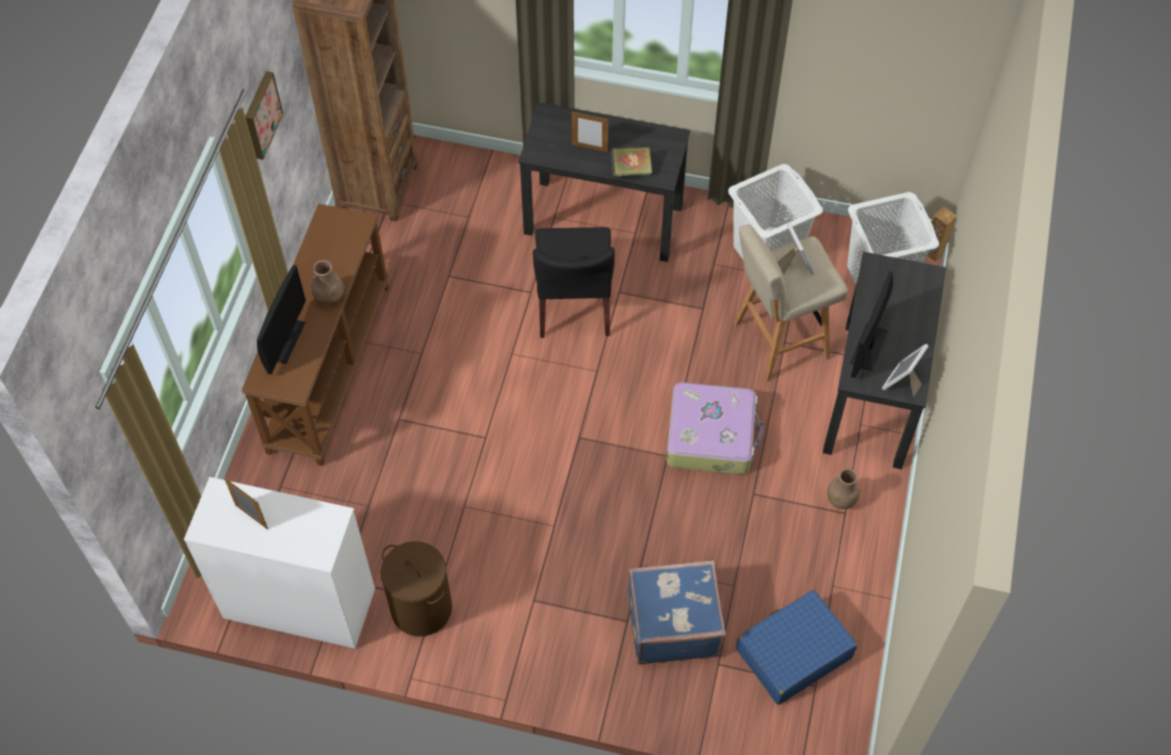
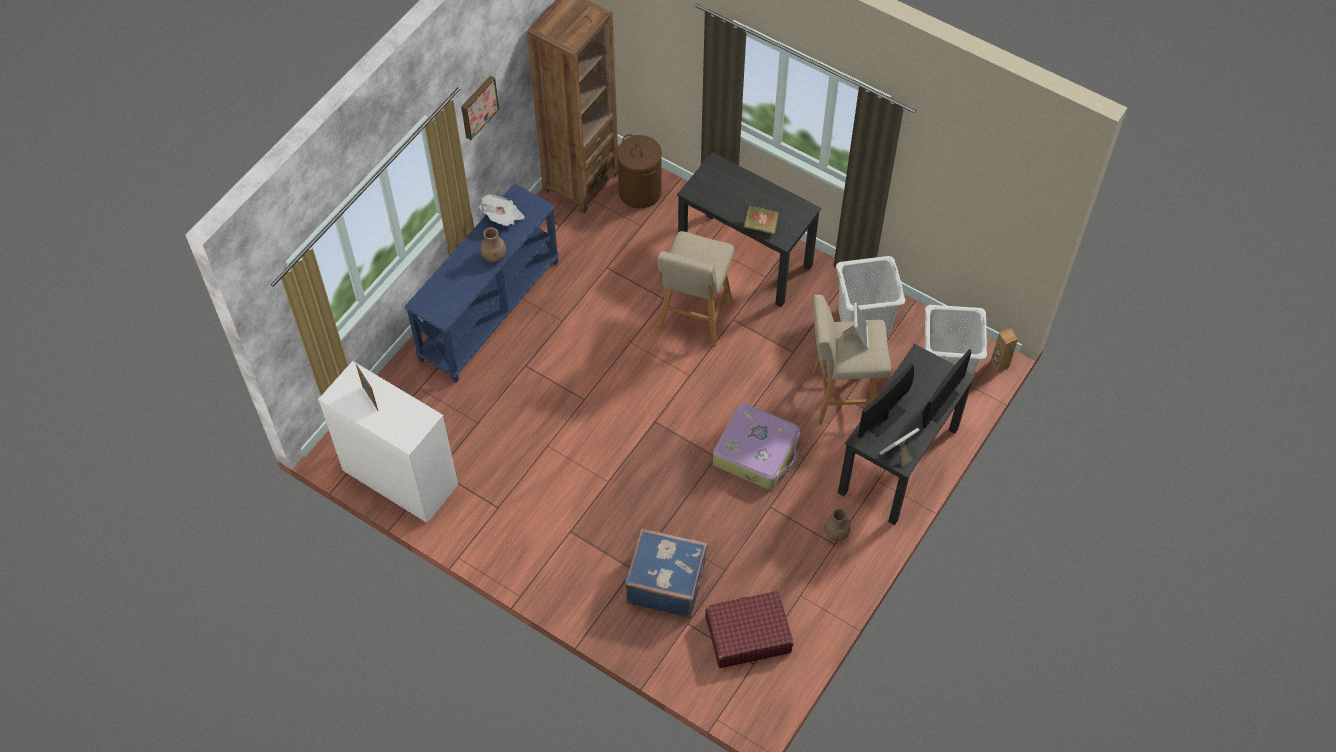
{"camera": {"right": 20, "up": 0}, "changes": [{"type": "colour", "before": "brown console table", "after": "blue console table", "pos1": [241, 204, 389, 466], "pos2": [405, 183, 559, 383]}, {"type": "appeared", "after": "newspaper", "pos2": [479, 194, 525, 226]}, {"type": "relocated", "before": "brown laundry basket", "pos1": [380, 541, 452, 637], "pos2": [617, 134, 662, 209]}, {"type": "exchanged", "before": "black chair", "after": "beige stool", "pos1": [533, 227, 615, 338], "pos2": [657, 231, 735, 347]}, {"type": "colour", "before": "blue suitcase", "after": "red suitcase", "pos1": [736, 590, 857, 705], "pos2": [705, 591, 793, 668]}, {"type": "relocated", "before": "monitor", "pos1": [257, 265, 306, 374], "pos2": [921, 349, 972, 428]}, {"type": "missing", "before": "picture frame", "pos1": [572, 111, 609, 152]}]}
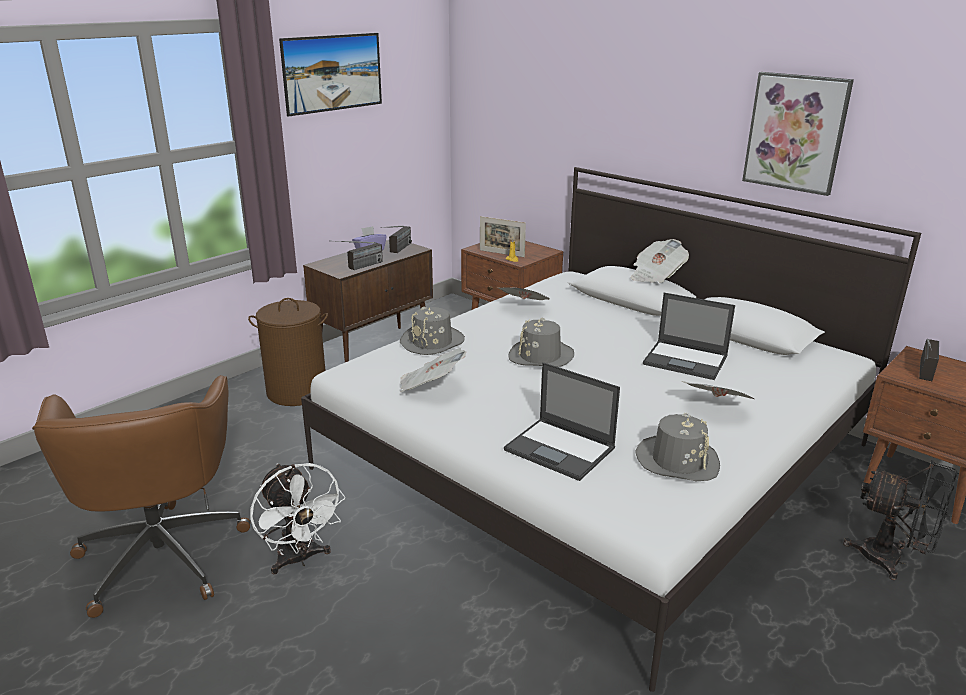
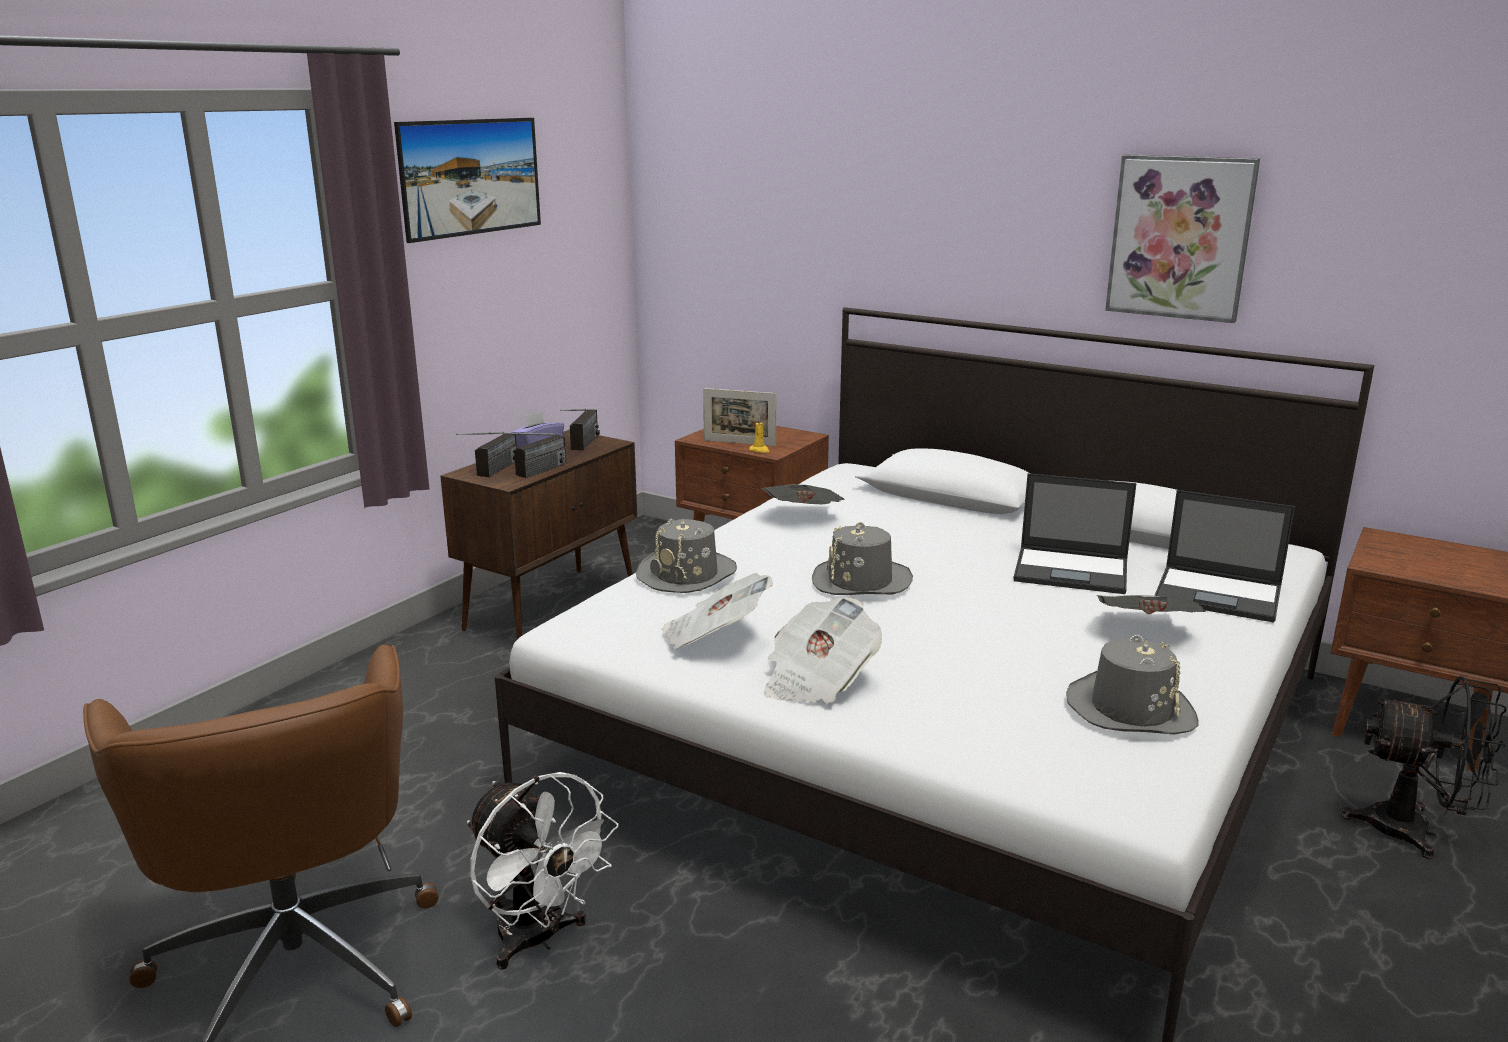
{"camera": {"right": -10, "up": -5}, "changes": [{"type": "relocated", "before": "radio", "pos1": [919, 339, 939, 381], "pos2": [456, 432, 517, 477]}, {"type": "relocated", "before": "newspaper", "pos1": [631, 239, 689, 283], "pos2": [764, 597, 882, 703]}, {"type": "relocated", "before": "laptop", "pos1": [504, 362, 620, 481], "pos2": [1154, 490, 1295, 623]}, {"type": "missing", "before": "brown laundry basket", "pos1": [248, 298, 328, 406]}]}
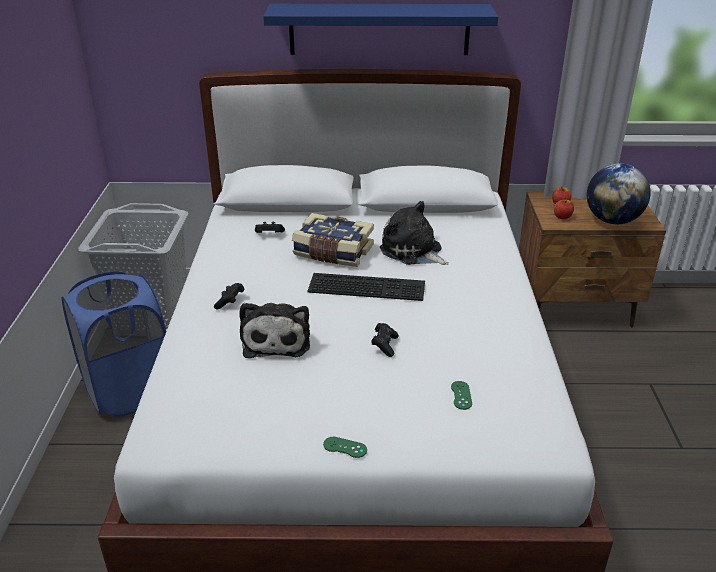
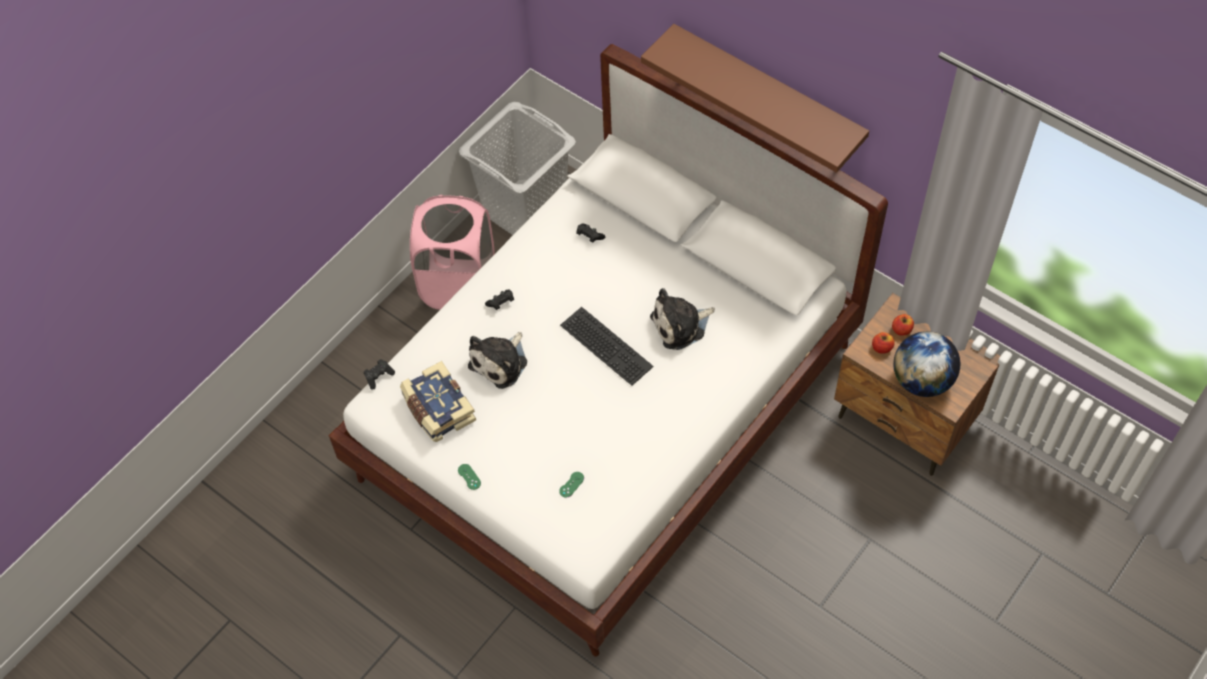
{"camera": {"right": 40, "up": 25}, "changes": [{"type": "relocated", "before": "black game controller", "pos1": [371, 323, 399, 357], "pos2": [364, 359, 395, 390]}, {"type": "relocated", "before": "book", "pos1": [292, 213, 374, 267], "pos2": [400, 361, 476, 442]}, {"type": "colour", "before": "blue laundry basket", "after": "pink laundry basket", "pos1": [62, 271, 166, 417], "pos2": [410, 195, 495, 310]}, {"type": "colour", "before": "blue shelf", "after": "brown shelf", "pos1": [263, 4, 498, 55], "pos2": [641, 24, 869, 173]}, {"type": "spun", "before": "plush toy", "pos1": [380, 201, 449, 265], "pos2": [650, 288, 715, 350], "turn": -105}]}
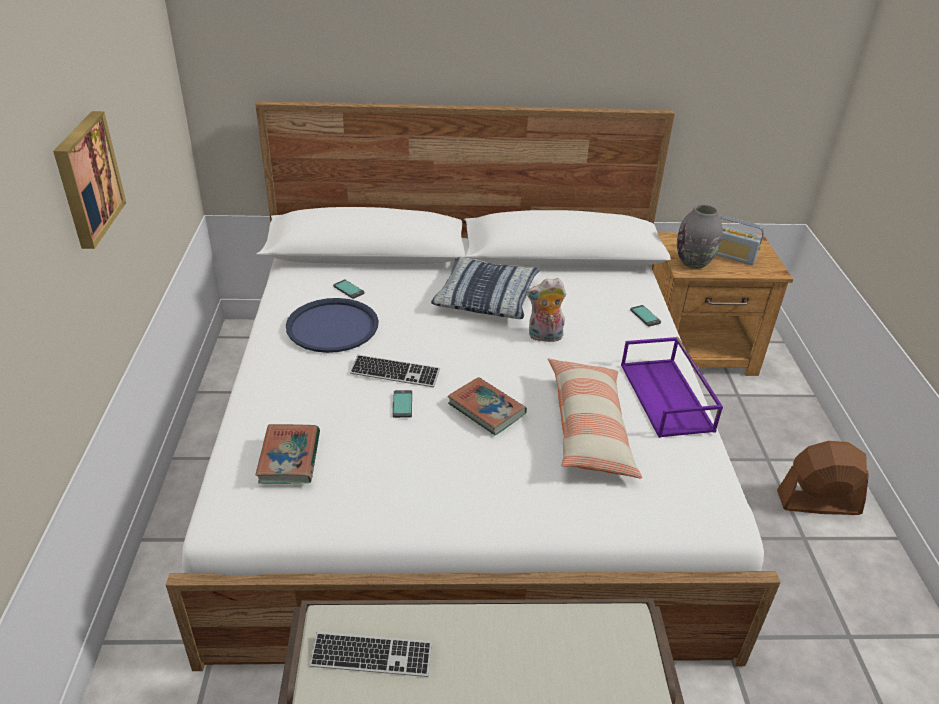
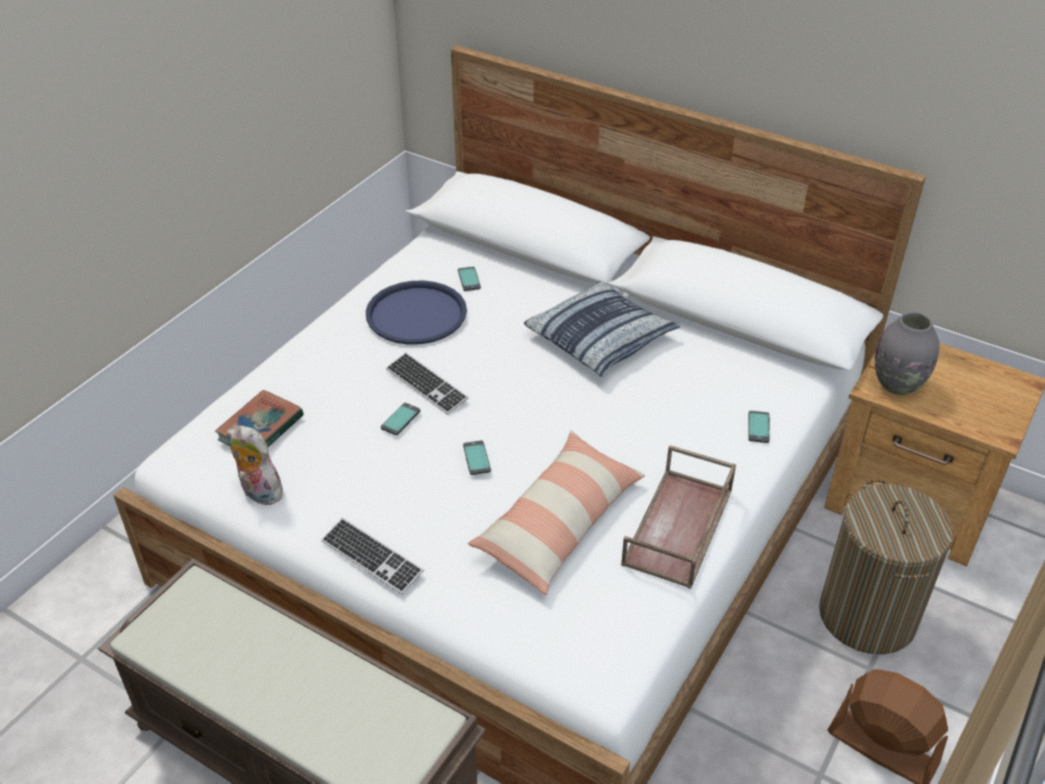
{"camera": {"right": 35, "up": 5}, "changes": [{"type": "relocated", "before": "plush toy", "pos1": [526, 278, 566, 342], "pos2": [227, 426, 285, 505]}, {"type": "relocated", "before": "keyboard", "pos1": [310, 632, 432, 677], "pos2": [321, 518, 424, 595]}, {"type": "exchanged", "before": "book", "after": "phone", "pos1": [448, 377, 527, 435], "pos2": [463, 440, 491, 475]}, {"type": "colour", "before": "purple tray", "after": "brown tray", "pos1": [621, 337, 723, 438], "pos2": [621, 445, 736, 589]}, {"type": "appeared", "after": "laundry basket", "pos2": [819, 479, 953, 655]}, {"type": "missing", "before": "picture", "pos1": [53, 111, 126, 249]}, {"type": "missing", "before": "radio", "pos1": [716, 215, 764, 265]}]}
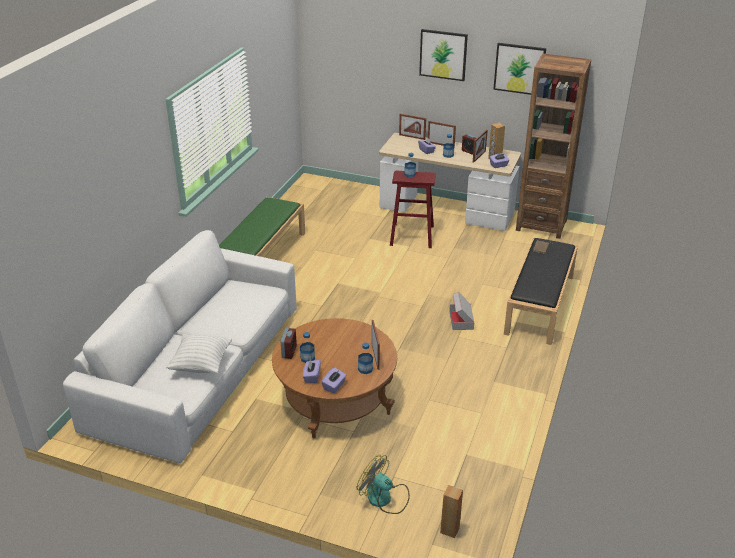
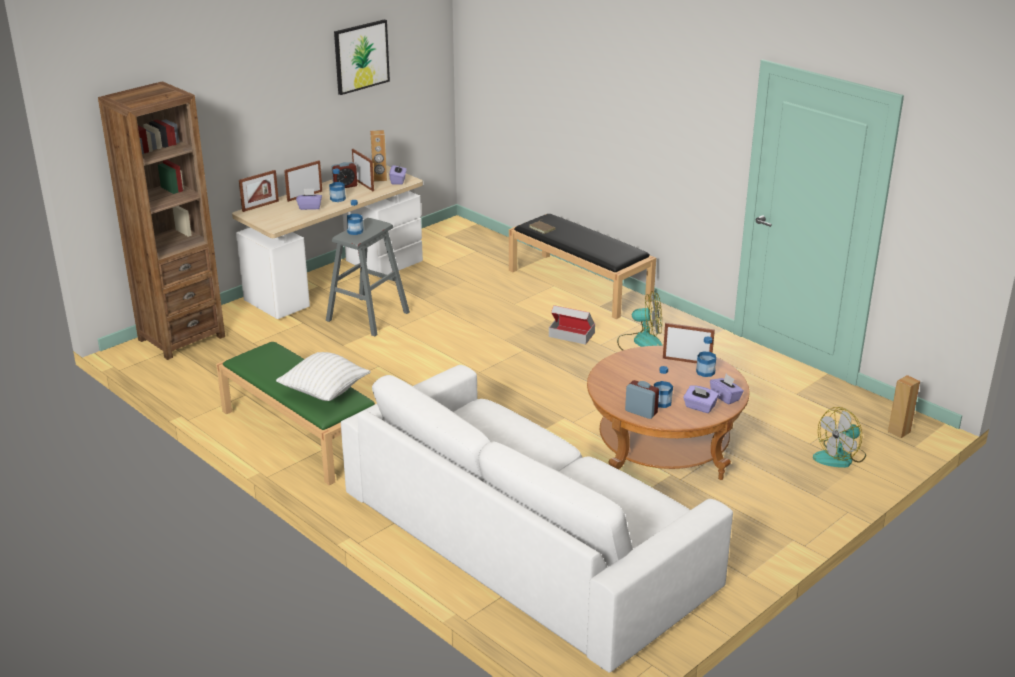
{"camera": {"right": -65, "up": -5}, "changes": [{"type": "relocated", "before": "brown bookcase", "pos1": [516, 54, 591, 239], "pos2": [98, 81, 225, 360]}, {"type": "relocated", "before": "white pillow", "pos1": [167, 334, 232, 374], "pos2": [276, 352, 371, 401]}, {"type": "colour", "before": "red stool", "after": "grey stool", "pos1": [390, 171, 436, 248], "pos2": [326, 218, 410, 336]}, {"type": "appeared", "after": "fan", "pos2": [617, 291, 663, 351]}, {"type": "missing", "before": "picture", "pos1": [419, 29, 468, 81]}]}
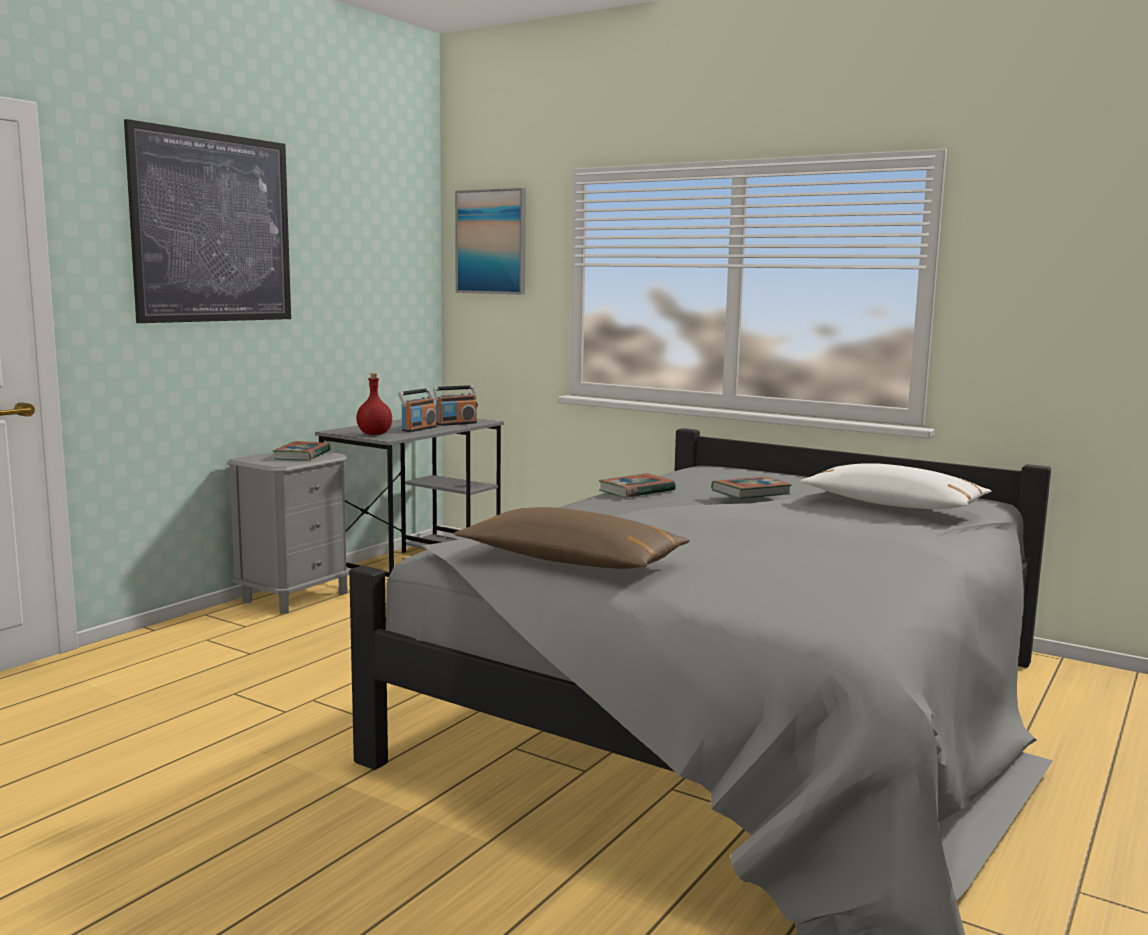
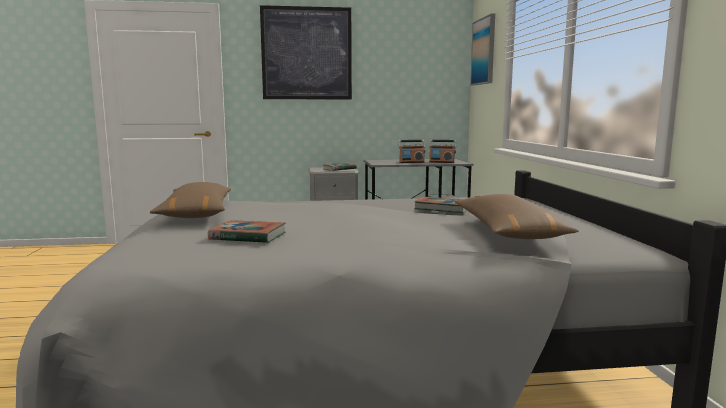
{"camera": {"right": 50, "up": 0}, "changes": [{"type": "relocated", "before": "book", "pos1": [599, 473, 676, 498], "pos2": [208, 220, 286, 243]}, {"type": "colour", "before": "white pillow", "after": "brown pillow", "pos1": [801, 463, 991, 509], "pos2": [455, 194, 579, 239]}, {"type": "missing", "before": "red bottle", "pos1": [356, 373, 392, 435]}]}
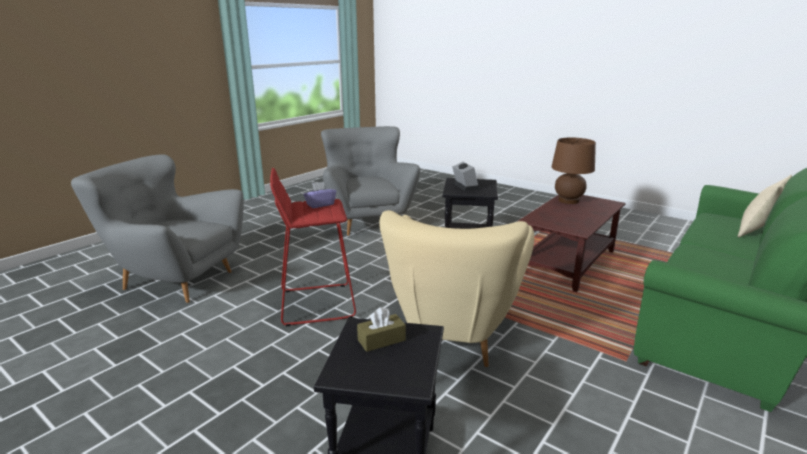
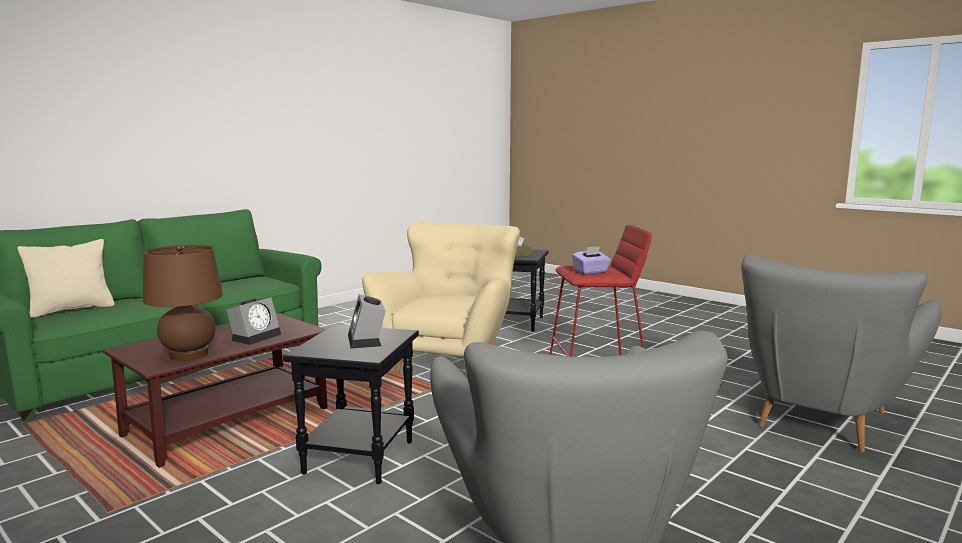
{"camera": {"right": -175, "up": -10}, "changes": [{"type": "appeared", "after": "alarm clock", "pos2": [226, 297, 281, 345]}, {"type": "spun", "before": "grey armchair", "pos1": [71, 154, 244, 303], "pos2": [741, 254, 941, 452], "turn": 105}]}
